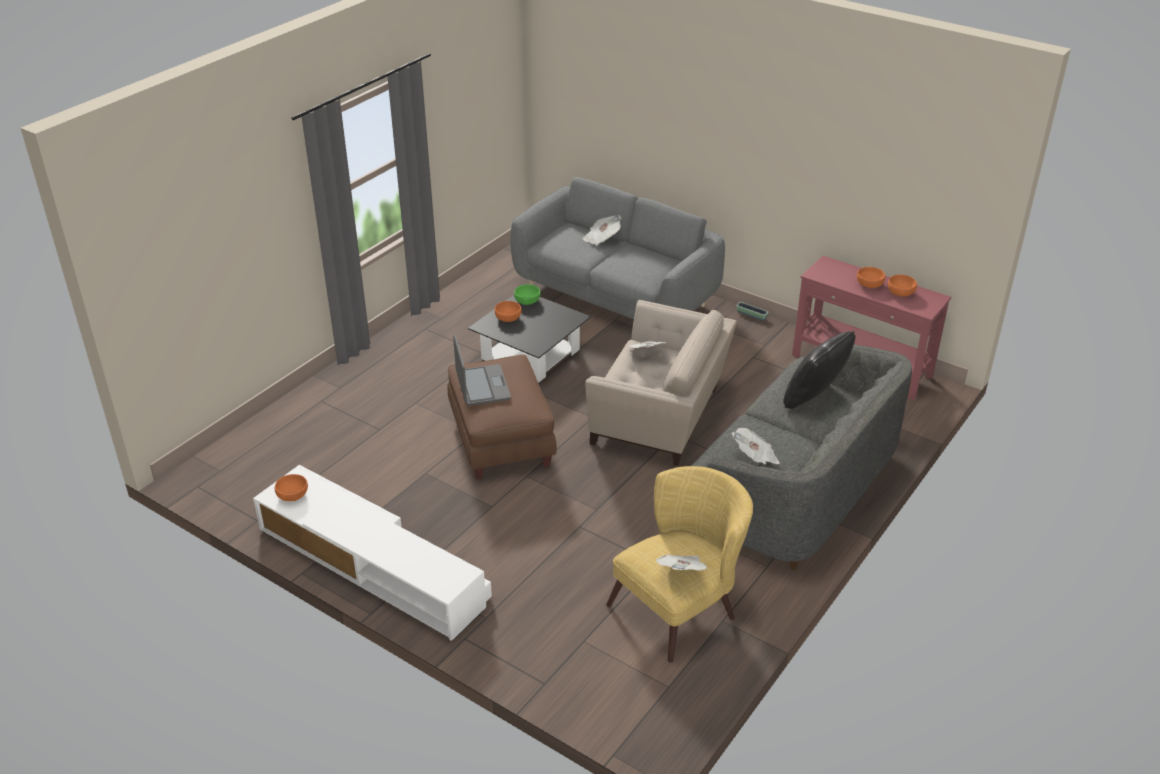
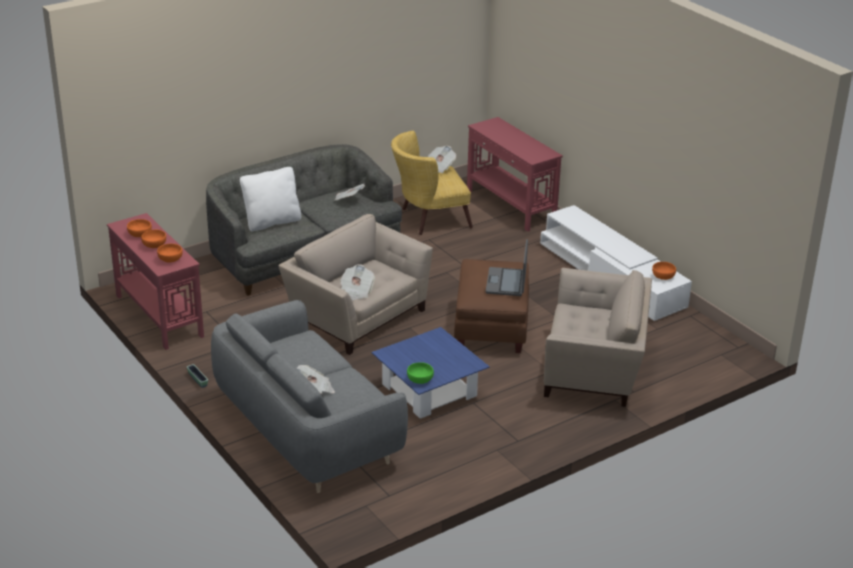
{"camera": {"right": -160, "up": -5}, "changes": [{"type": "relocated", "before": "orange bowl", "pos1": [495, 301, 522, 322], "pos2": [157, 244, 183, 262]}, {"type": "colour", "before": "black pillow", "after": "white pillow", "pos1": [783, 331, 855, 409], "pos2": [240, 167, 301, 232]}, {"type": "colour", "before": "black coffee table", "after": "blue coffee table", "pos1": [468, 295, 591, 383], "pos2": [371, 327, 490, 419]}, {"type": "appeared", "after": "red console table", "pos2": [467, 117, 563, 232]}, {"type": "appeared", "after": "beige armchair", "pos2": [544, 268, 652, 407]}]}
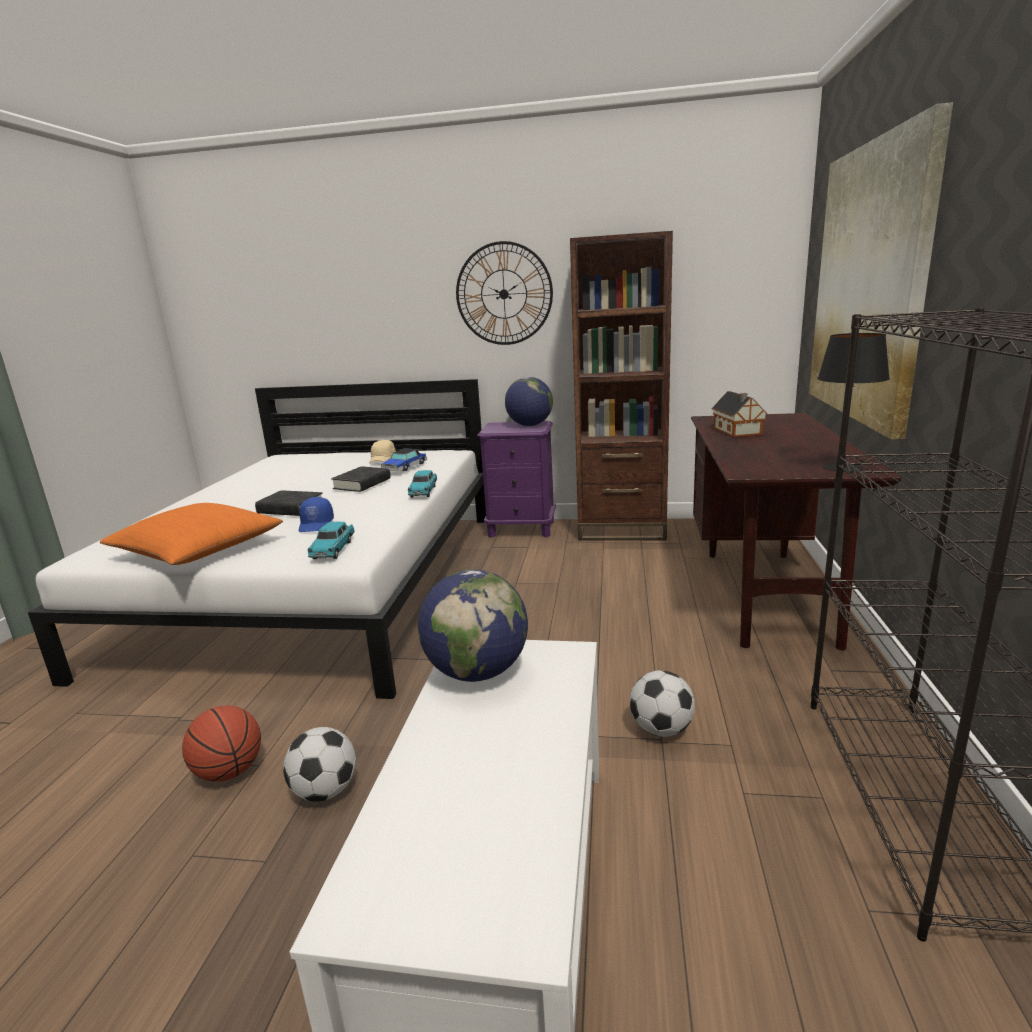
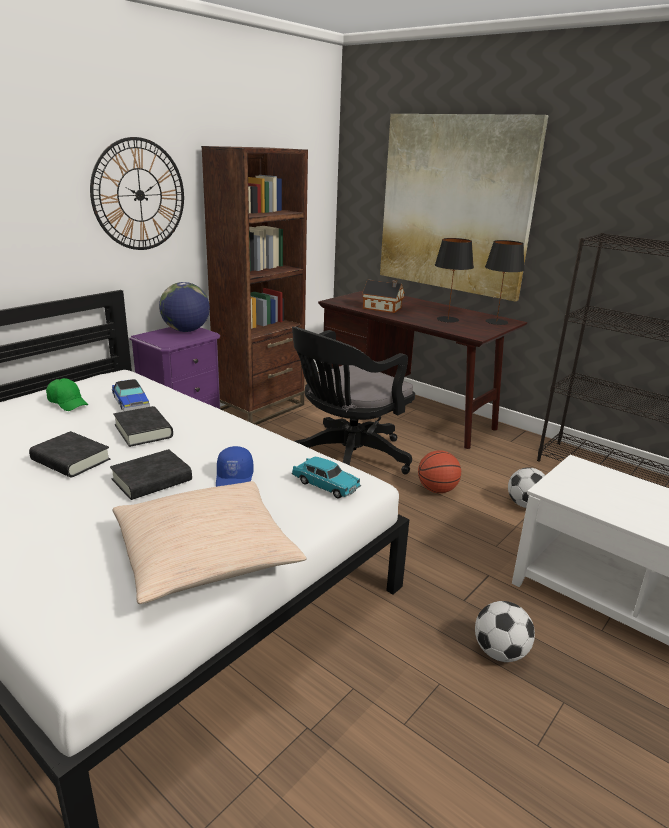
{"camera": {"right": -60, "up": 5}, "changes": [{"type": "appeared", "after": "black book", "pos2": [29, 431, 110, 478]}, {"type": "colour", "before": "beige cap", "after": "green cap", "pos1": [369, 440, 396, 463], "pos2": [46, 378, 88, 411]}, {"type": "colour", "before": "orange pillow", "after": "beige pillow", "pos1": [100, 503, 283, 565], "pos2": [113, 481, 307, 604]}, {"type": "spun", "before": "blue cap", "pos1": [299, 497, 334, 532], "pos2": [216, 446, 253, 487], "turn": 60}, {"type": "appeared", "after": "black office chair", "pos2": [292, 327, 415, 474]}, {"type": "relocated", "before": "basketball", "pos1": [182, 705, 261, 782], "pos2": [418, 450, 461, 493]}, {"type": "appeared", "after": "black table lamp", "pos2": [435, 238, 474, 323]}, {"type": "missing", "before": "turquoise toy car", "pos1": [408, 470, 437, 498]}, {"type": "missing", "before": "globe", "pos1": [418, 569, 528, 682]}]}
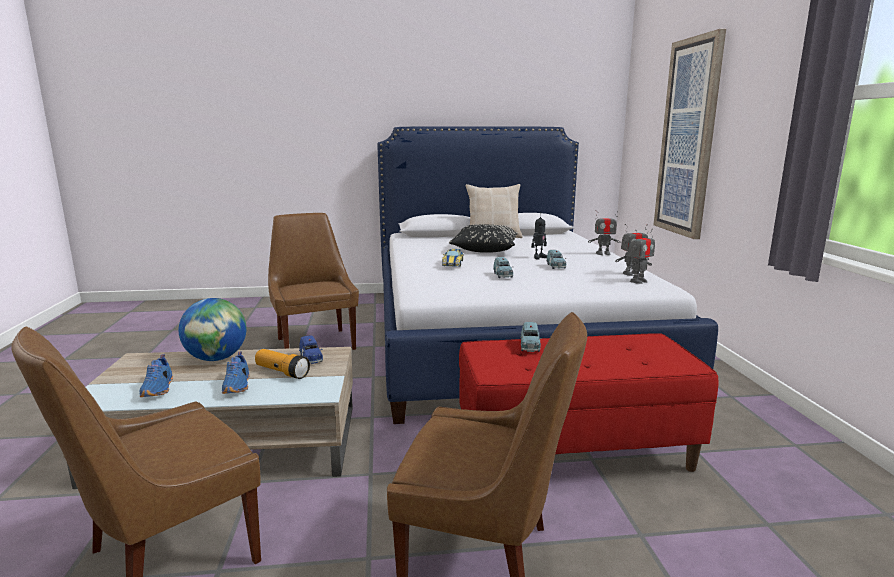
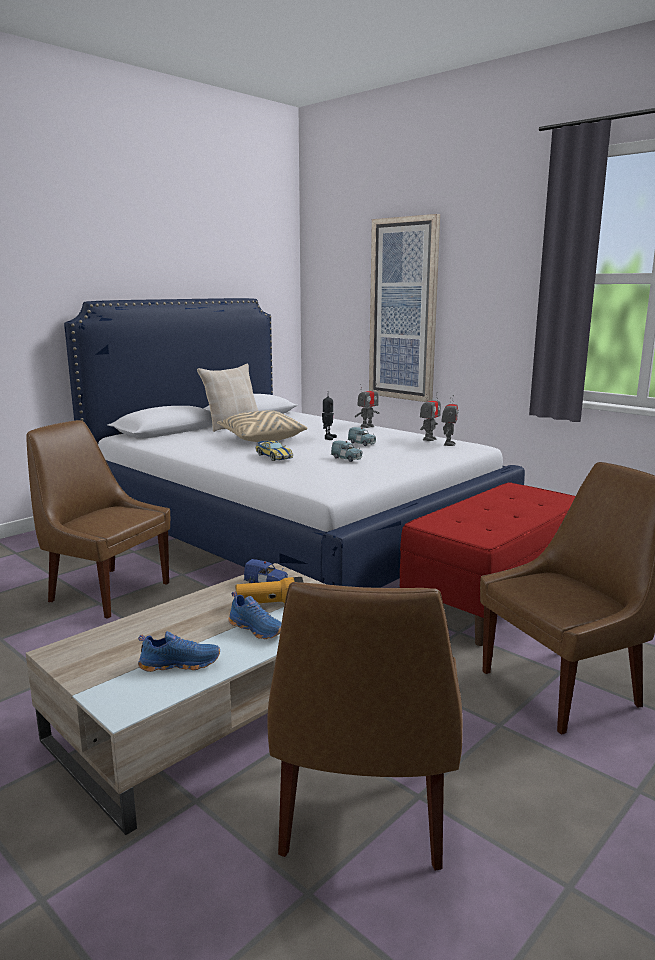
{"camera": {"right": -40, "up": 0}, "changes": [{"type": "spun", "before": "blue shoe", "pos1": [140, 354, 173, 397], "pos2": [138, 631, 220, 672], "turn": -45}, {"type": "colour", "before": "black pillow", "after": "beige pillow", "pos1": [449, 224, 518, 253], "pos2": [217, 410, 307, 442]}, {"type": "missing", "before": "globe", "pos1": [179, 298, 247, 361]}, {"type": "missing", "before": "blue toy car", "pos1": [520, 322, 542, 352]}]}
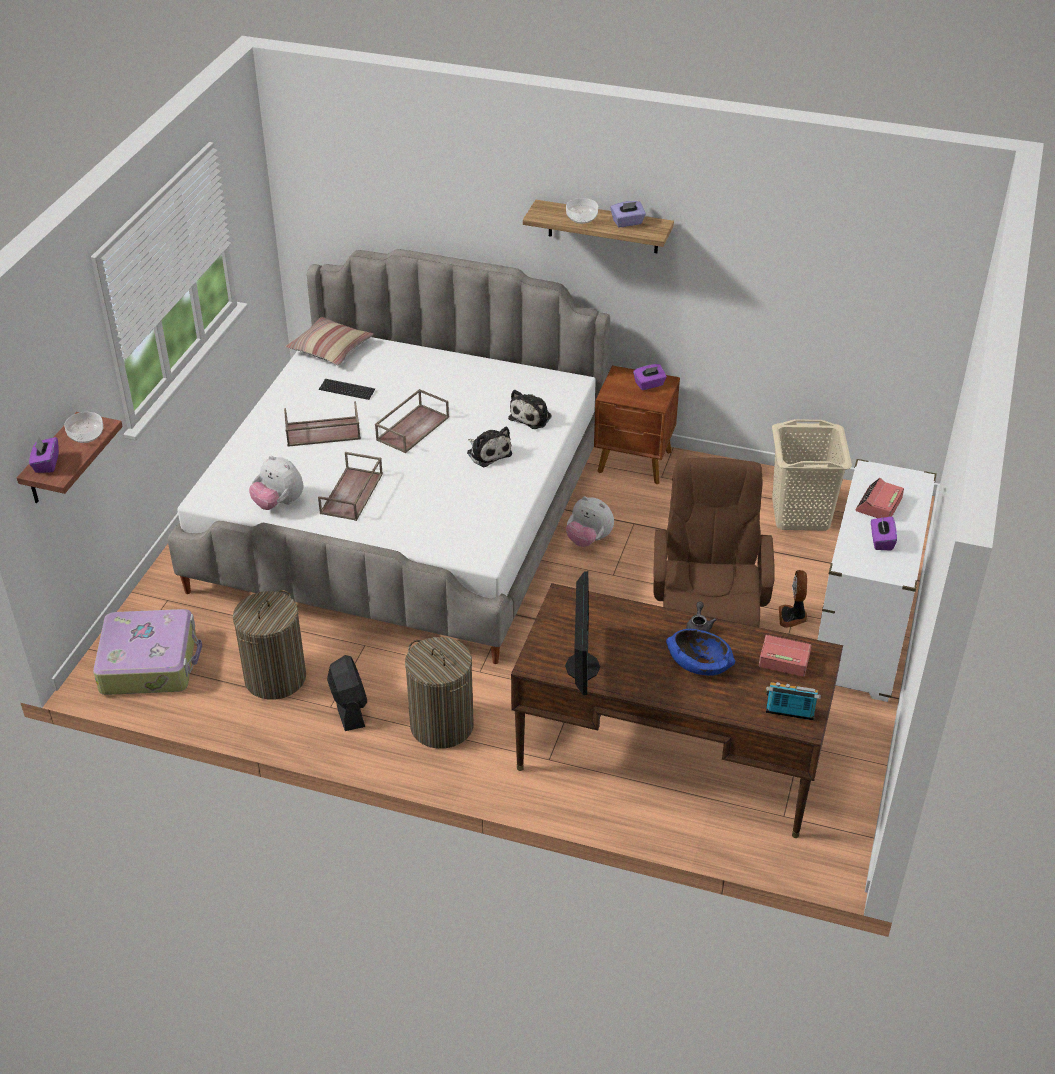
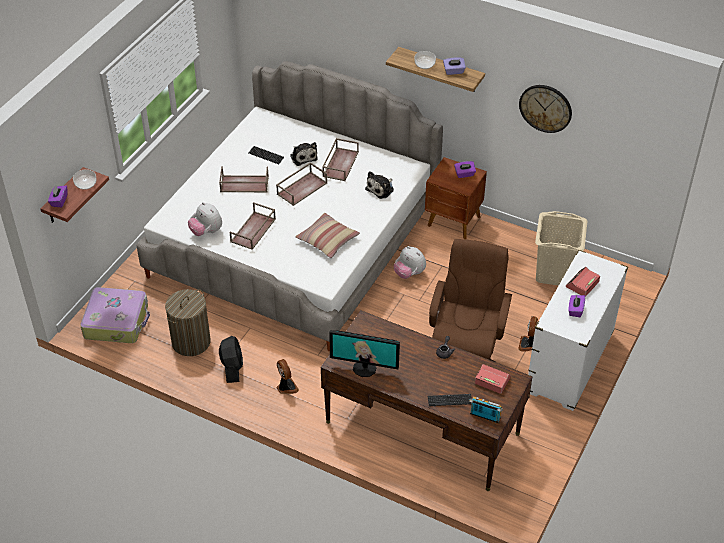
{"camera": {"right": 10, "up": 5}, "changes": [{"type": "exchanged", "before": "laundry basket", "after": "fan", "pos1": [405, 637, 474, 749], "pos2": [276, 359, 299, 394]}, {"type": "relocated", "before": "plush toy", "pos1": [467, 427, 512, 467], "pos2": [290, 142, 318, 166]}, {"type": "relocated", "before": "pillow", "pos1": [285, 317, 373, 365], "pos2": [295, 213, 360, 258]}, {"type": "appeared", "after": "brown tray", "pos2": [322, 138, 359, 181]}, {"type": "spun", "before": "monitor", "pos1": [565, 571, 600, 695], "pos2": [329, 330, 400, 377], "turn": 90}, {"type": "appeared", "after": "keyboard", "pos2": [427, 394, 472, 407]}, {"type": "appeared", "after": "wall clock", "pos2": [519, 85, 572, 133]}, {"type": "missing", "before": "blue bowl", "pos1": [666, 629, 735, 676]}]}
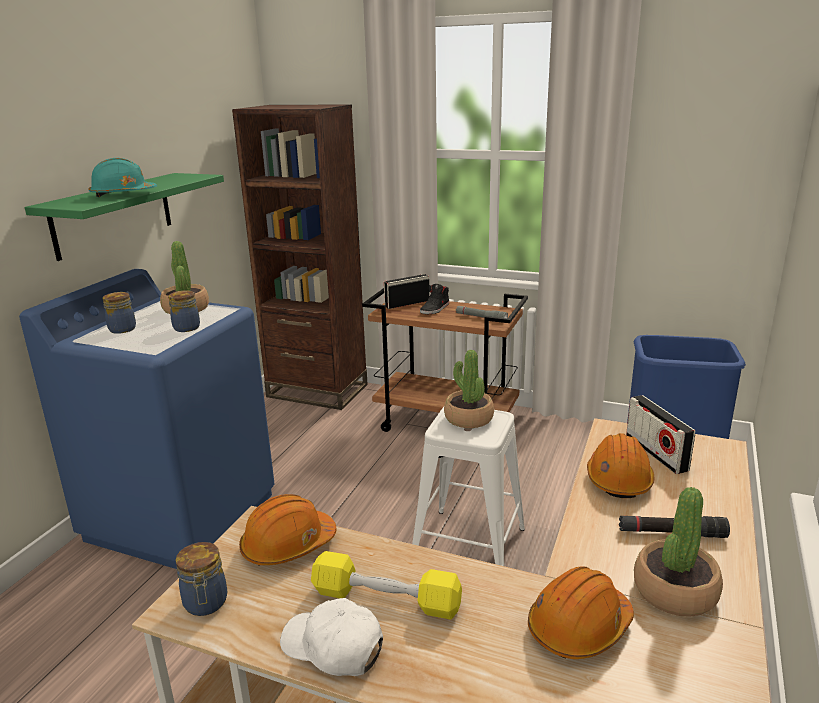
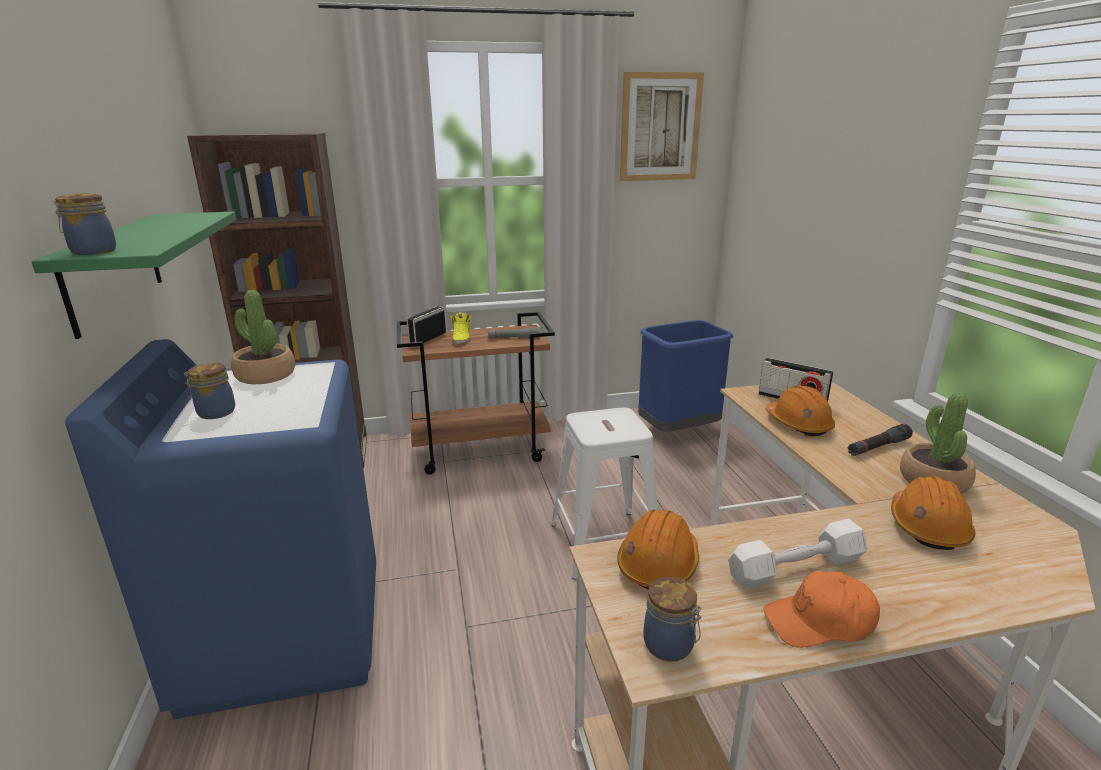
{"camera": {"right": -35, "up": 0}, "changes": [{"type": "relocated", "before": "jar", "pos1": [168, 290, 200, 332], "pos2": [53, 193, 116, 255]}, {"type": "colour", "before": "black shoe", "after": "yellow shoe", "pos1": [420, 284, 449, 314], "pos2": [451, 313, 471, 344]}, {"type": "appeared", "after": "picture", "pos2": [620, 72, 704, 181]}, {"type": "colour", "before": "yellow dumbbell", "after": "white dumbbell", "pos1": [311, 551, 462, 620], "pos2": [728, 519, 867, 589]}, {"type": "colour", "before": "white cap", "after": "orange cap", "pos1": [280, 598, 383, 676], "pos2": [763, 571, 880, 648]}, {"type": "missing", "before": "turquoise hard hat", "pos1": [88, 158, 157, 197]}, {"type": "missing", "before": "potted plant", "pos1": [444, 350, 494, 428]}]}
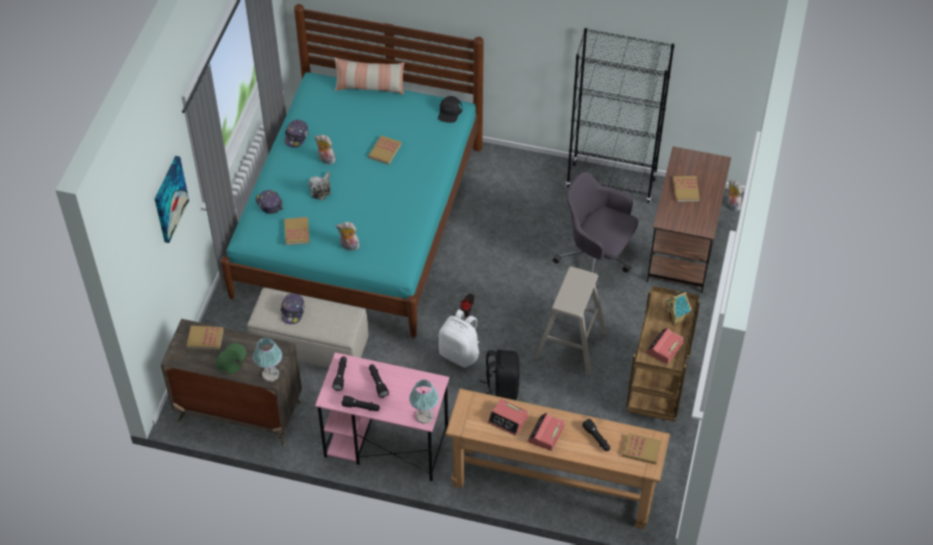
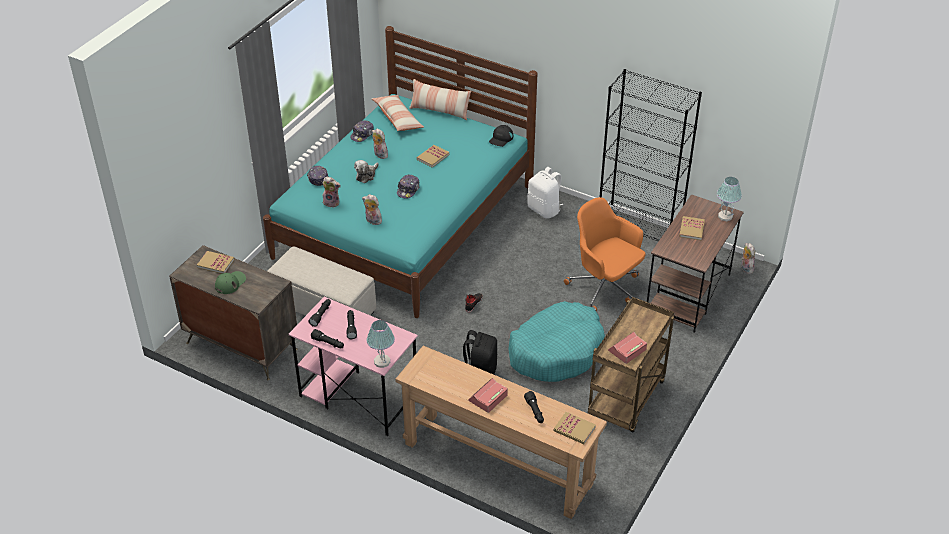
{"camera": {"right": 15, "up": -10}, "changes": [{"type": "exchanged", "before": "book", "after": "plush toy", "pos1": [284, 217, 310, 245], "pos2": [323, 176, 341, 208]}, {"type": "appeared", "after": "pillow", "pos2": [371, 95, 424, 131]}, {"type": "relocated", "before": "cap", "pos1": [281, 293, 305, 324], "pos2": [397, 175, 420, 199]}, {"type": "exchanged", "before": "beige stool", "after": "turquoise dog bed", "pos1": [534, 266, 607, 375], "pos2": [509, 301, 605, 382]}, {"type": "relocated", "before": "white backpack", "pos1": [438, 309, 479, 367], "pos2": [527, 167, 563, 218]}, {"type": "colour", "before": "grey office chair", "after": "orange office chair", "pos1": [553, 172, 638, 288], "pos2": [564, 197, 646, 311]}, {"type": "relocated", "before": "table lamp", "pos1": [253, 338, 282, 382], "pos2": [717, 177, 742, 221]}, {"type": "missing", "before": "picture", "pos1": [155, 156, 189, 243]}, {"type": "missing", "before": "alarm clock", "pos1": [488, 399, 528, 436]}, {"type": "missing", "before": "toy house", "pos1": [664, 289, 692, 324]}]}
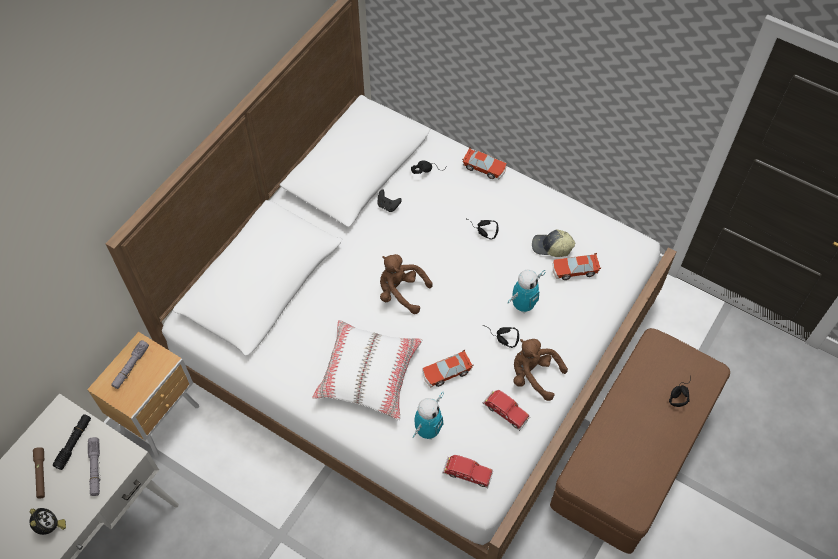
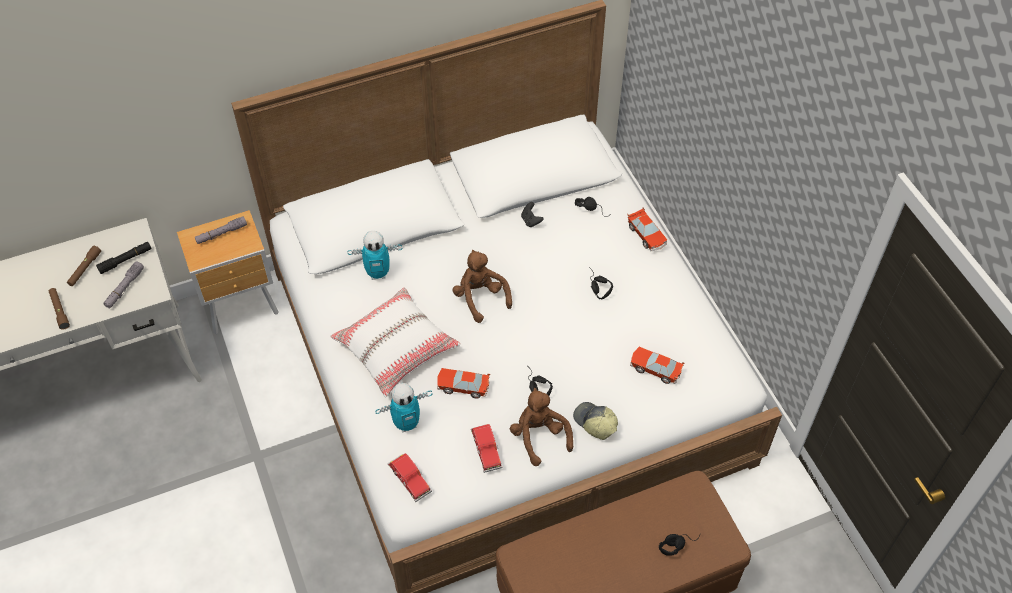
{"camera": {"right": 35, "up": -5}, "changes": [{"type": "exchanged", "before": "alarm clock", "after": "brown flashlight", "pos1": [30, 508, 66, 535], "pos2": [49, 288, 70, 330]}, {"type": "relocated", "before": "toy robot", "pos1": [508, 270, 545, 314], "pos2": [347, 231, 402, 280]}, {"type": "relocated", "before": "cap", "pos1": [532, 229, 575, 257], "pos2": [573, 402, 618, 440]}]}
